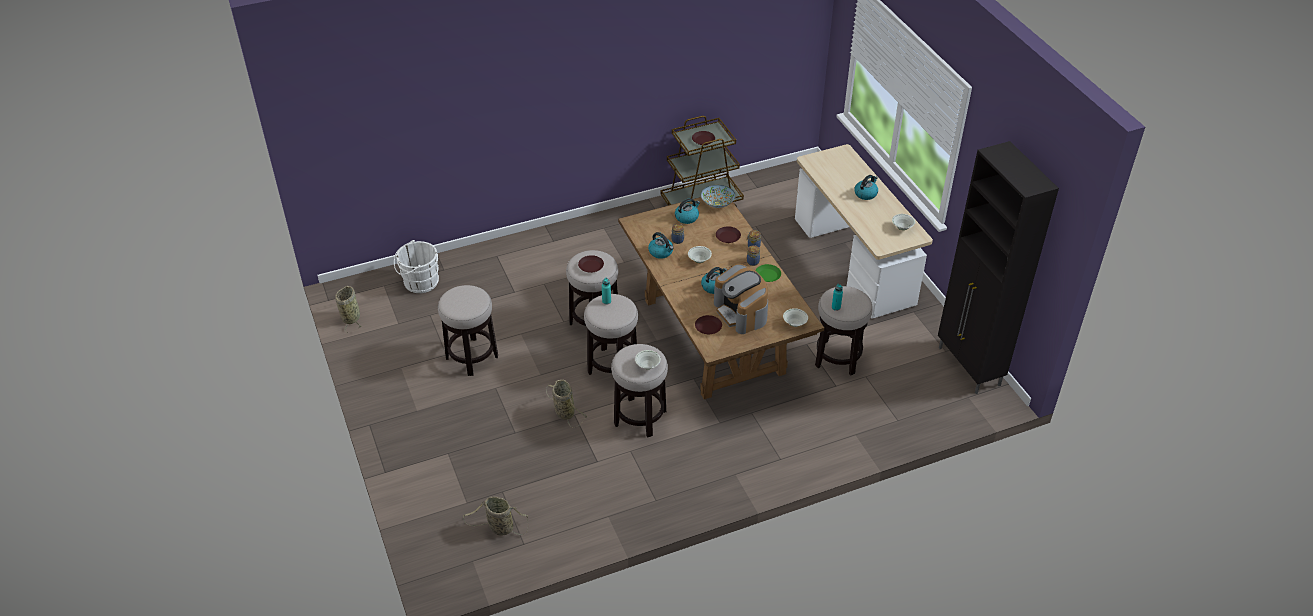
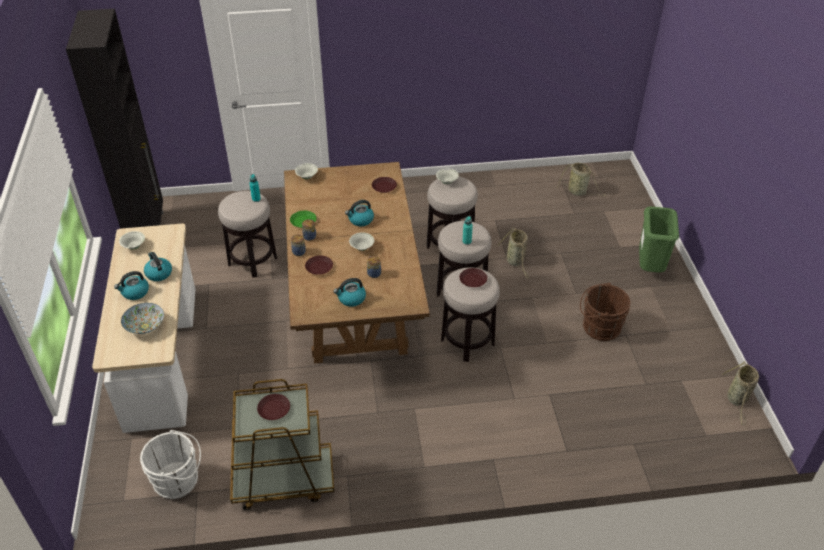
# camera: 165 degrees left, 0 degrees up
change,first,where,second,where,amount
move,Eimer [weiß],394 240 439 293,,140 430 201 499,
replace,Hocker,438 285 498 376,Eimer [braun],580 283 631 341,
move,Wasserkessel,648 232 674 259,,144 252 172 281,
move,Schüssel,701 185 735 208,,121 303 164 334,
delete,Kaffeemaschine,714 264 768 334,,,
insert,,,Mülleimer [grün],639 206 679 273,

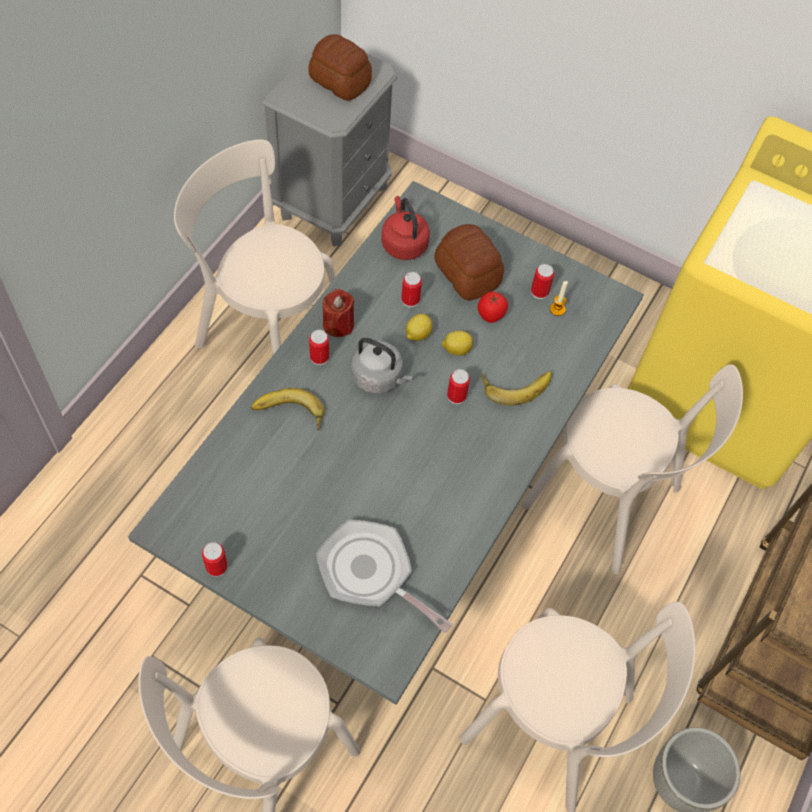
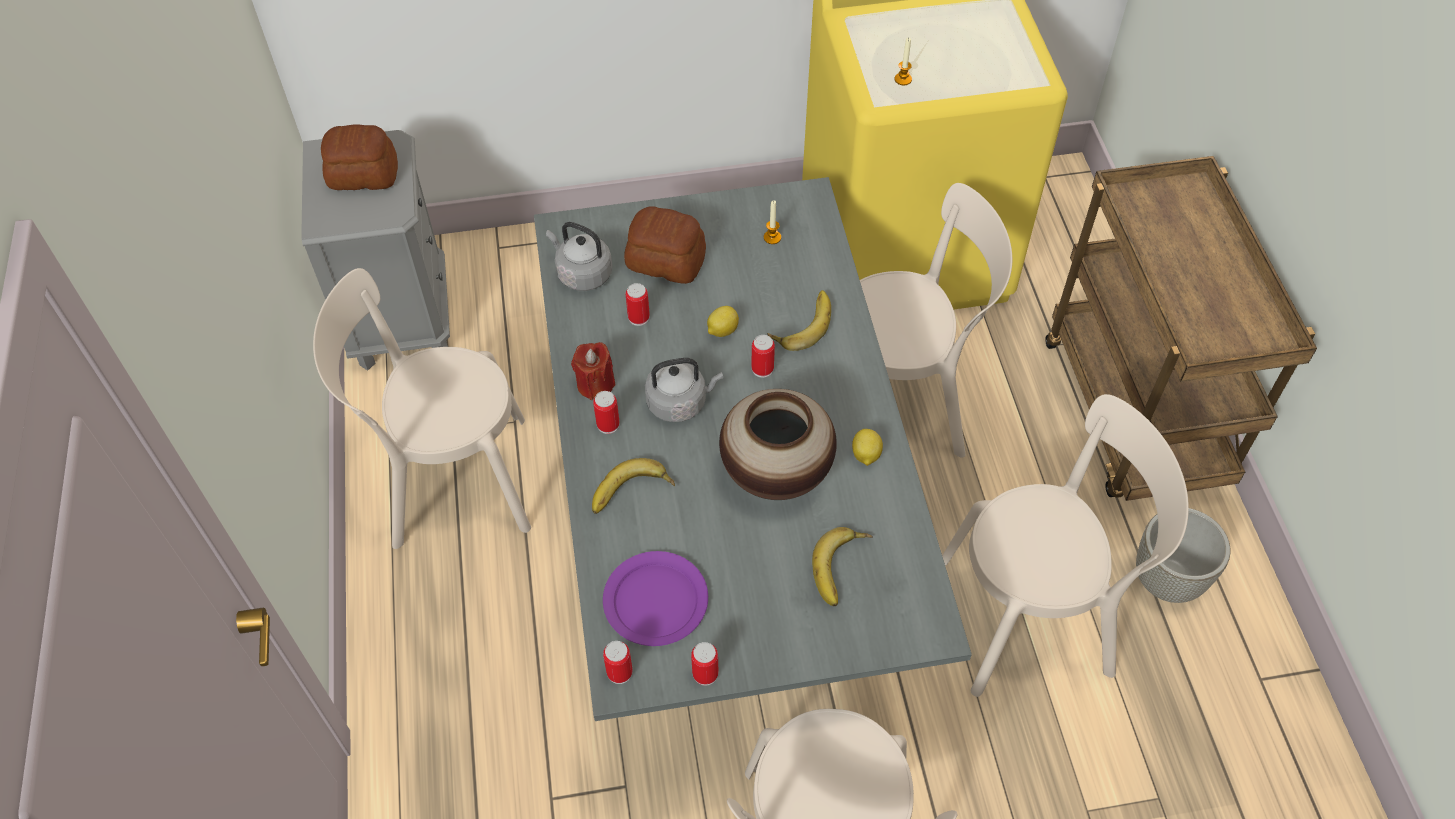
# camera: 35 degrees left, 5 degrees down
change,first,where,second,where,amount
replace,Pfanne,316 519 452 633,Banane,812 527 873 606,
recolor,Wasserkessel [rot],381 196 430 260,Wasserkessel [grau],546 222 612 291,
move,Zitrone,406 314 432 341,,852 429 883 466,
delete,Tomate,478 292 508 323,,,
move,Dose,531 264 554 299,,603 641 633 684,
insert,,,Teller [lila],603 551 708 646,
insert,,,Vase,719 389 837 500,
insert,,,Kerze,894 38 912 85,

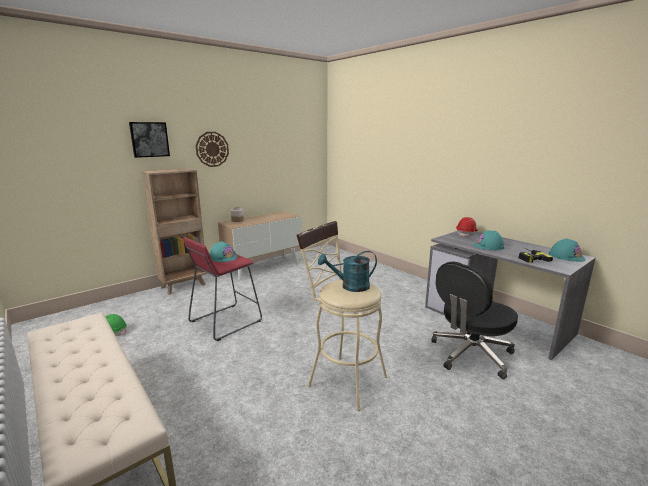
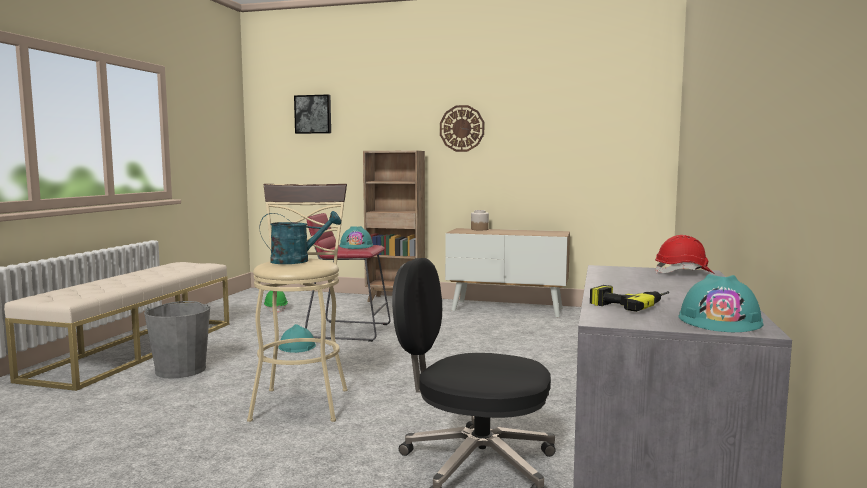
# camera: 55 degrees right, 10 degrees down
change,first,where,second,where,amount
move,Bild,129 122 170 158,,294 94 331 134,
rotate,Gießkanne [türkis],318 251 377 292,,260 211 341 264,120 degrees clockwise
move,Schutzhelm [türkis],473 230 505 250,,279 324 316 353,
insert,,,Eimer [grau],144 301 210 379,

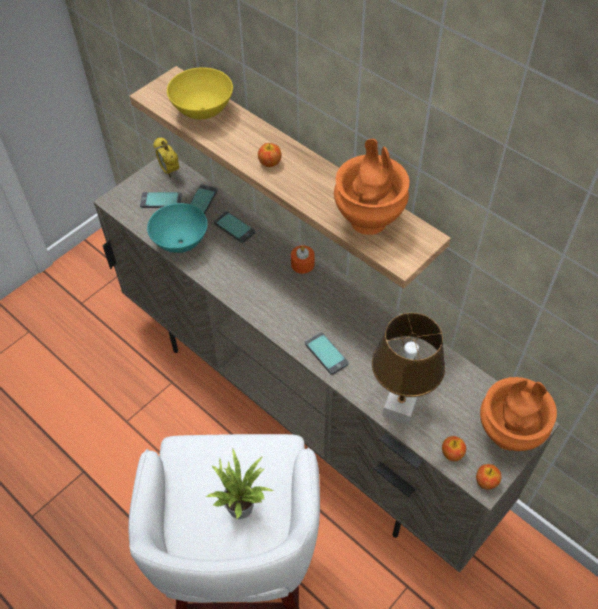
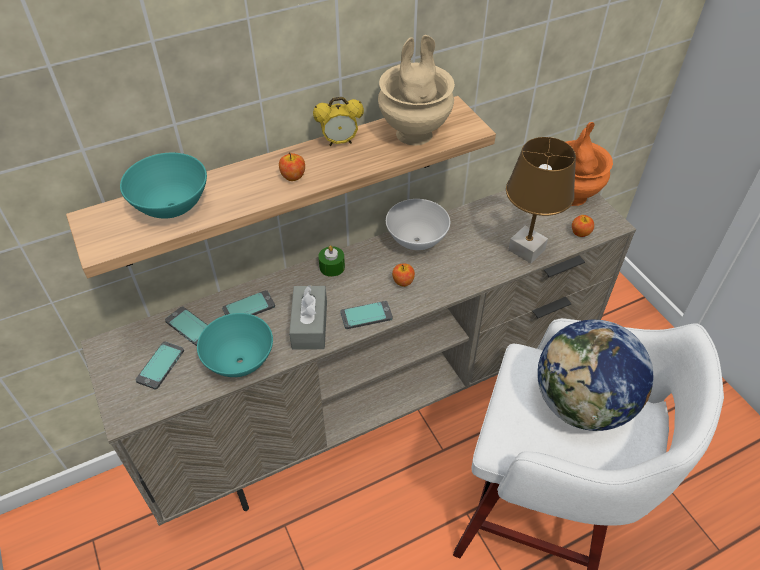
# camera: 70 degrees left, 5 degrees down
change,first,where,second,where,amount
move,Wecker,153 137 179 177,,313 97 364 146,
recolor,Schüssel [gelb],167 67 233 119,Schüssel [türkis],120 153 207 219,
replace,Topfpflanze,206 449 274 519,Globus,537 319 653 431,
recolor,Kerze [orange],291 246 315 274,Kerze [grün],318 245 345 277,
move,Handy,305 332 349 375,,341 301 393 329,
recolor,Vase [orange],334 139 409 235,Vase [beige],378 35 455 146,
move,Apfel,476 464 502 490,,392 264 415 287,
insert,,,Taschentuchbox [grau],289 285 327 350,
insert,,,Schüssel [weiß],386 199 450 250,

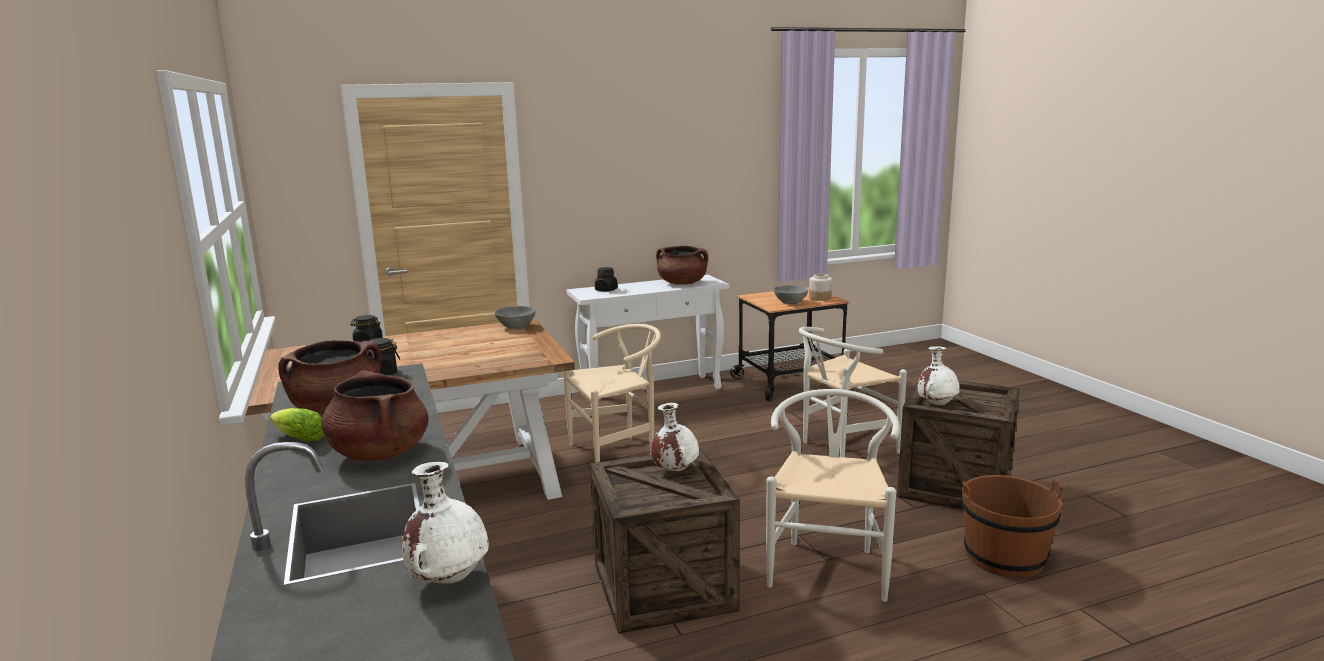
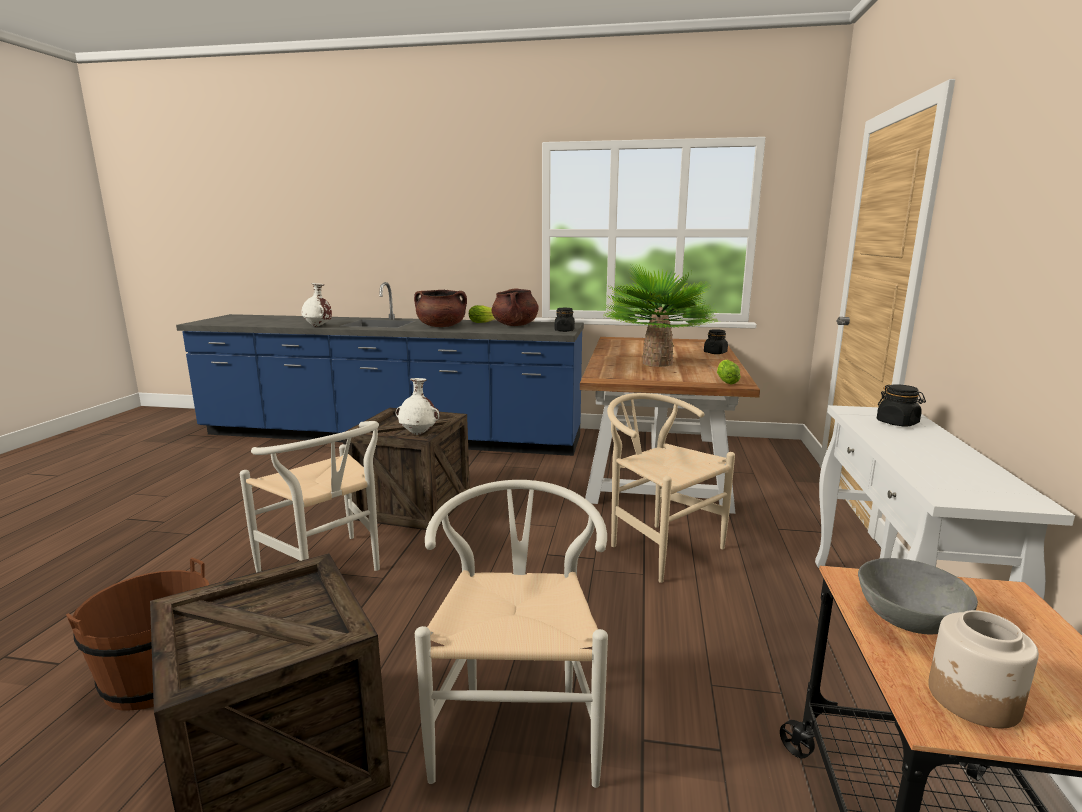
# camera: 120 degrees right, 0 degrees up
change,first,where,second,where,amount
replace,Schüssel [grau],494 306 536 329,Salatkopf,717 360 741 385,
rotate,Stuhl [beige],563 324 661 462,,607 393 735 583,135 degrees clockwise
delete,Kochtopf [braun],656 246 708 285,,,
delete,Vase [weiß],917 346 960 406,,,
insert,,,Topfpflanze,604 265 717 367,

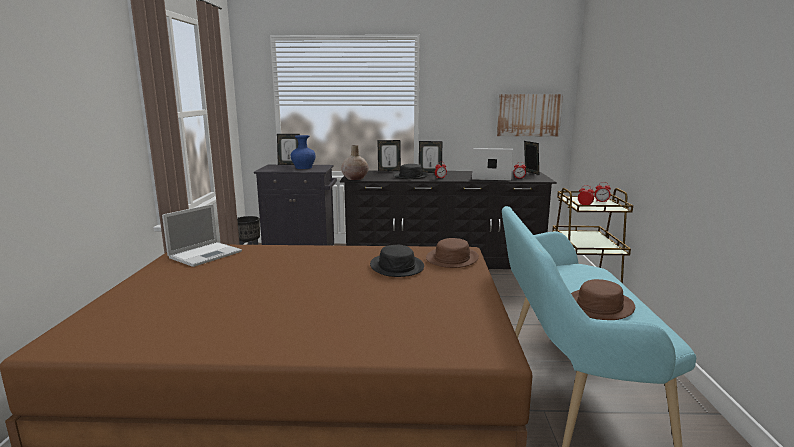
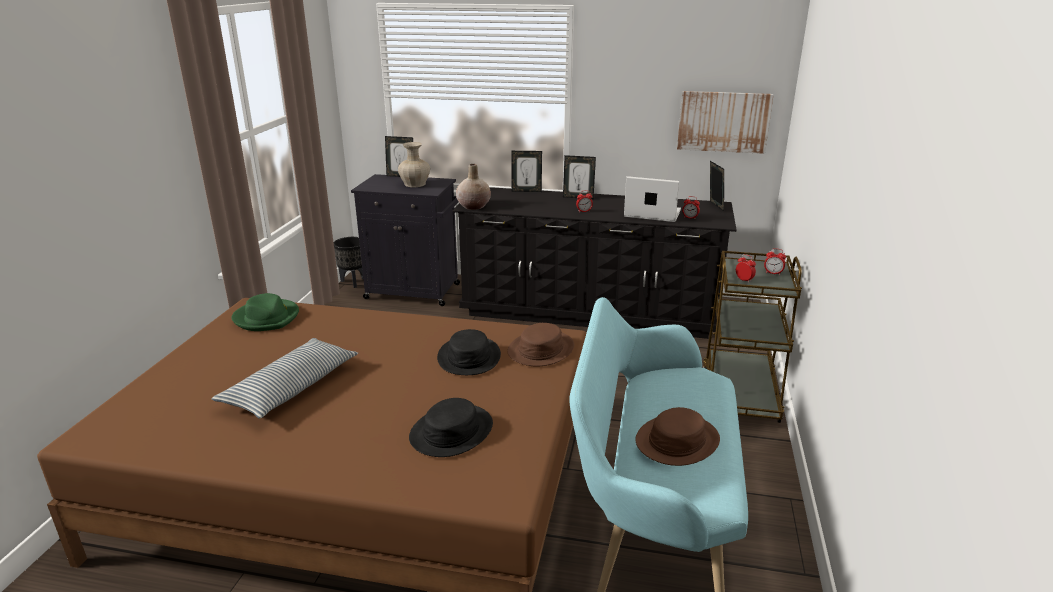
# camera: 10 degrees right, 10 degrees up
change,first,where,second,where,amount
replace,Laptop,162 204 242 267,Hut [grün],231 293 299 331,
recolor,Vase [blau],291 135 316 169,Vase [beige],398 142 430 187,
move,Hut [schwarz],393 164 429 179,,409 398 493 457,
insert,,,Kissen,212 338 358 419,

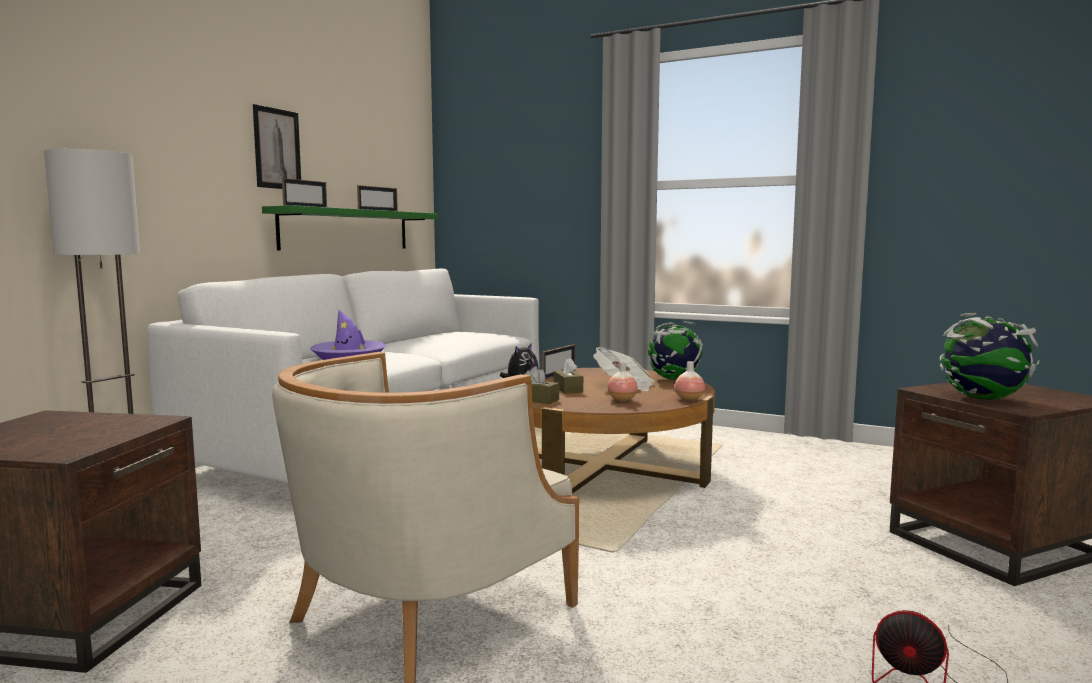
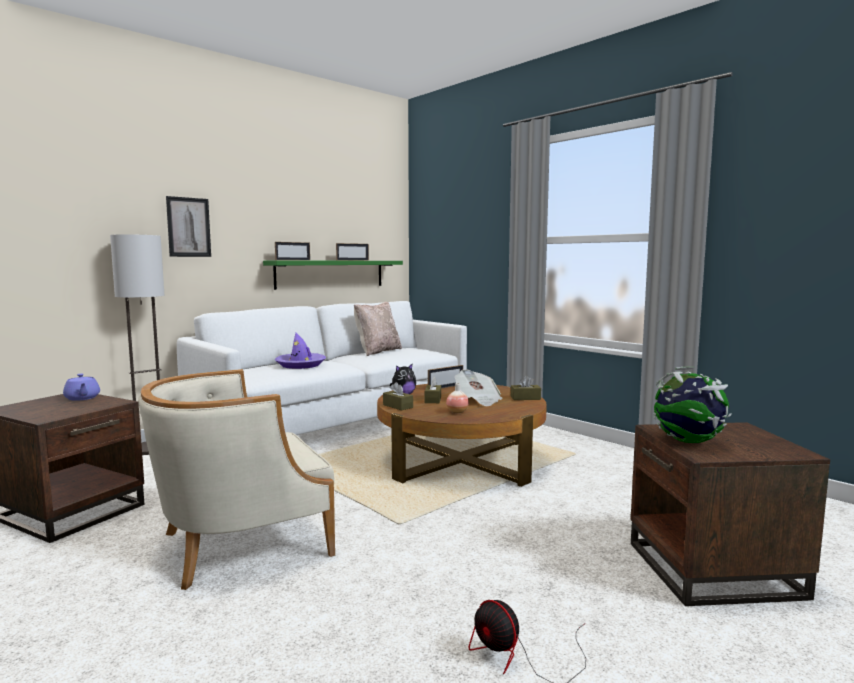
# camera: 20 degrees right, 0 degrees up
change,first,where,second,where,amount
move,Bild,253 104 301 189,,166 196 211 257,
replace,Globus,648 321 703 380,Taschentuchbox [braun],511 375 541 400,
delete,Vase,675 361 705 401,,,
insert,,,Teekanne [lila],63 374 100 401,
insert,,,Kissen [beige],354 302 402 356,

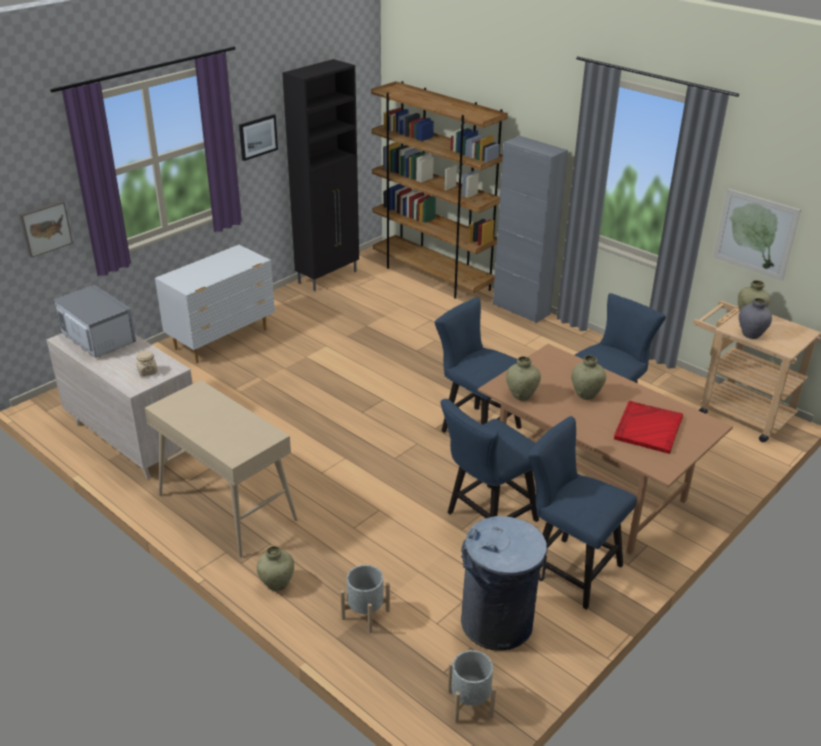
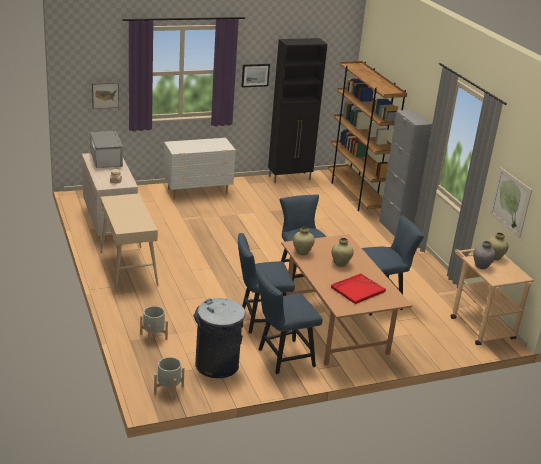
# camera: 25 degrees right, 5 degrees down
change,first,where,second,where,amount
delete,Vase [beige],257 546 294 591,,,
rotate,Stuhl [blau],528 416 637 610,,257 269 323 374,90 degrees counterclockwise

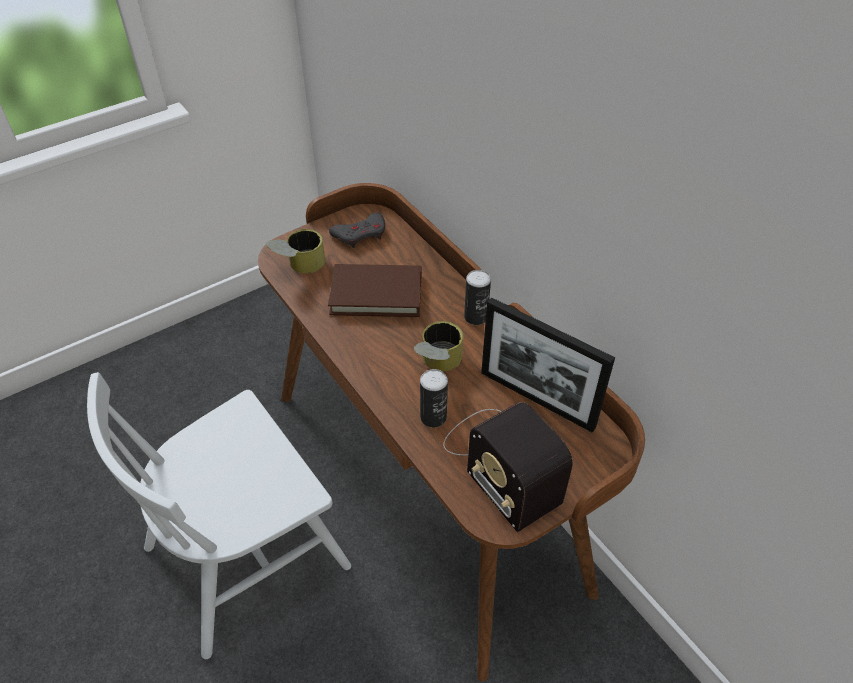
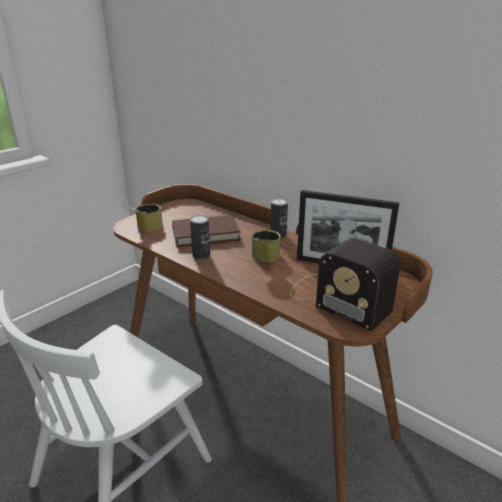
# camera: 15 degrees left, 20 degrees down
change,first,where,second,where,amount
delete,Gamepad [grau],329 212 385 248,,,
move,Dose,420 369 448 428,,190 215 210 260,

